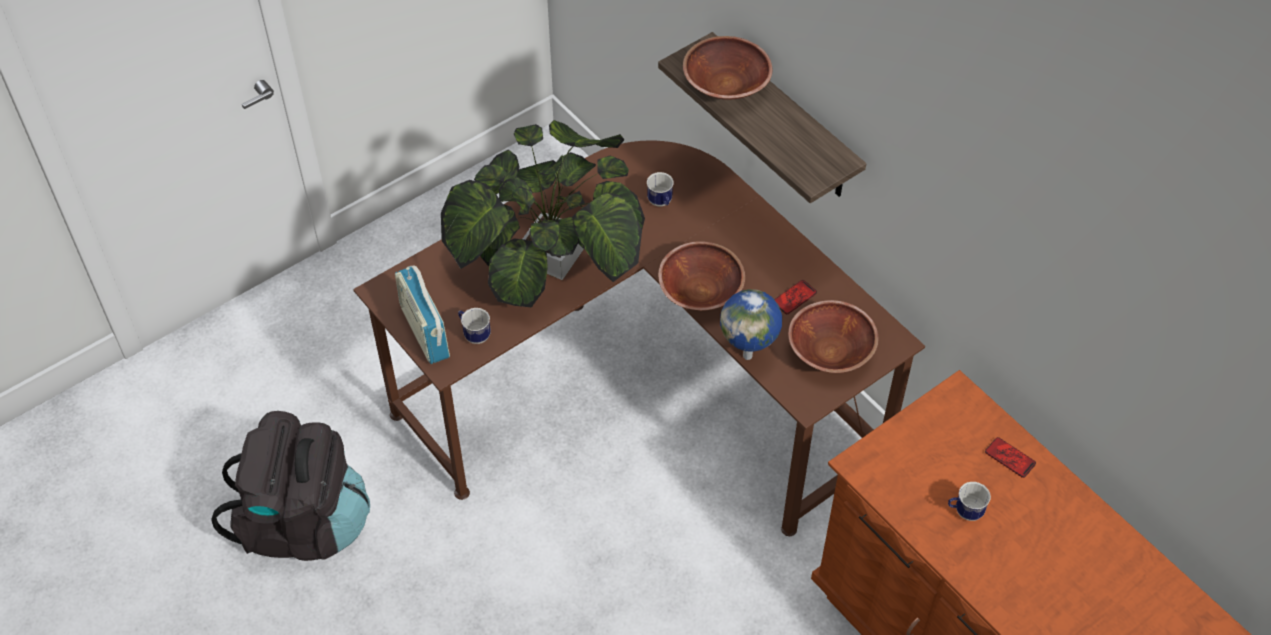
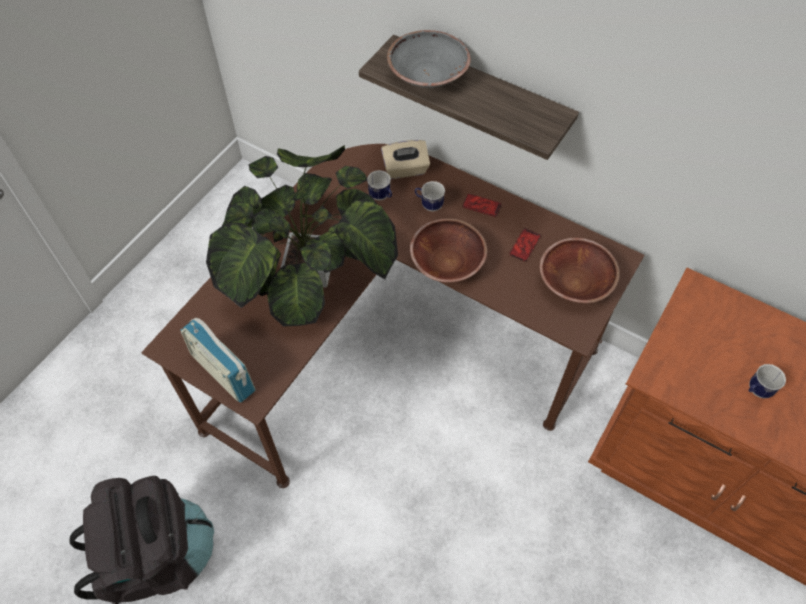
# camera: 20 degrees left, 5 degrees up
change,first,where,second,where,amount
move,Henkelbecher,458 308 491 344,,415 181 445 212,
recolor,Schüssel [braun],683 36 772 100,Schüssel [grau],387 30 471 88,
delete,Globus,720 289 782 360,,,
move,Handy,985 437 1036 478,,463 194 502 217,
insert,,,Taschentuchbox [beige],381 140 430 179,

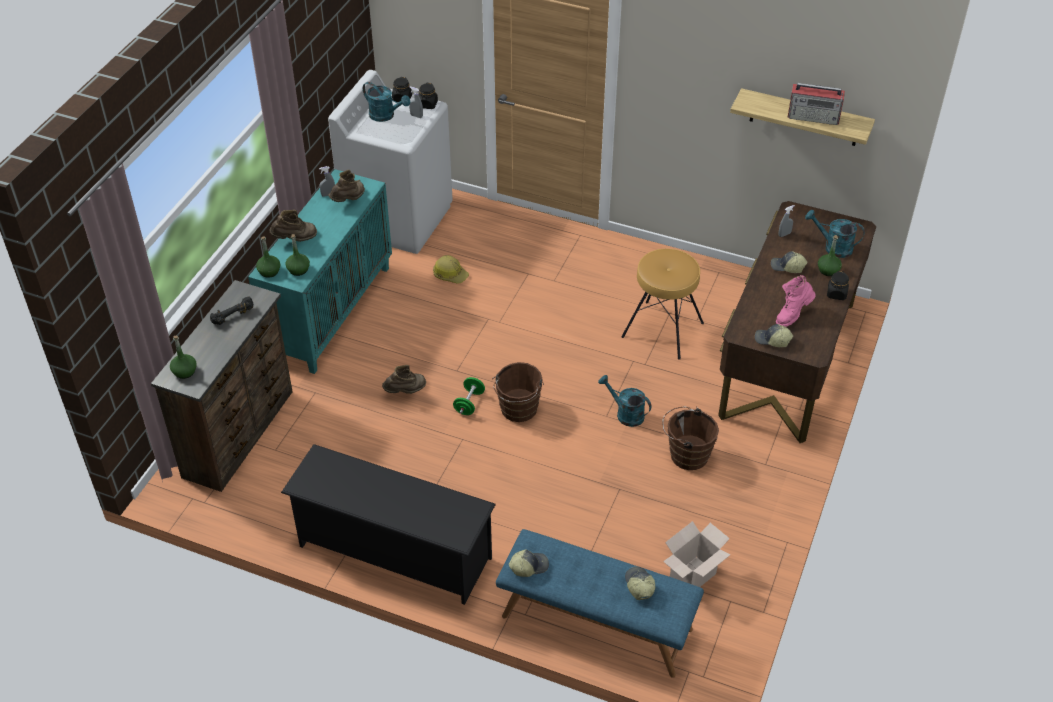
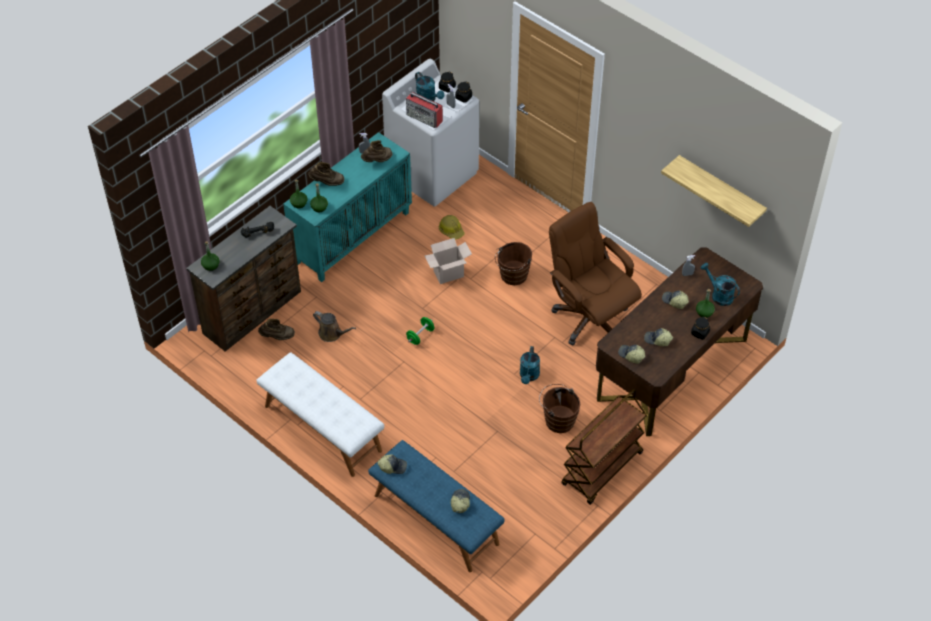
# camera: 20 degrees right, 5 degrees up
change,first,where,second,where,amount
replace,Schuhregal [schwarz],281 444 496 605,Bank [weiß],257 352 384 477,
move,Stiefel [braun],382 365 426 394,,258 319 295 340,
move,Eimer [braun],492 362 544 422,,495 242 532 285,
rotate,Gießkanne [türkis],598 375 652 427,,520 346 540 384,135 degrees counterclockwise
replace,Hocker [braun],621 249 704 360,Bürostuhl [braun],549 202 642 345,
move,Karton,663 521 730 587,,425 238 472 284,
replace,Stiefel [rosa],776 275 816 327,Kappe,644 328 673 346,
move,Radio,787 83 845 125,,406 92 443 128,
insert,,,Gießkanne [braun],313 311 356 342,
insert,,,Rollwagen [braun],562 389 647 505,

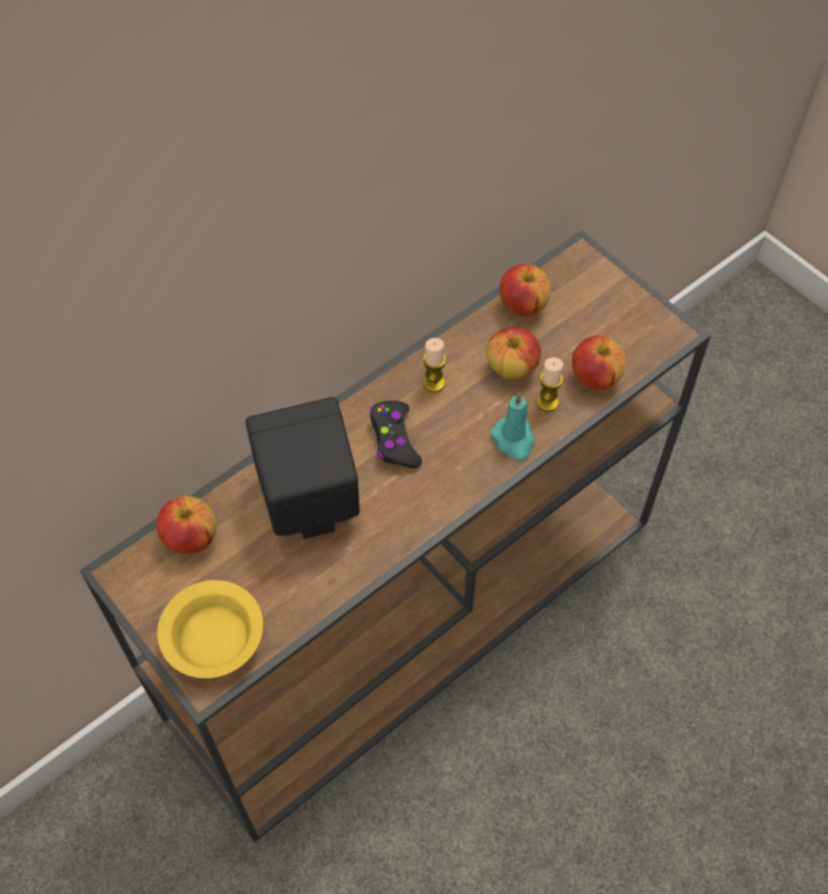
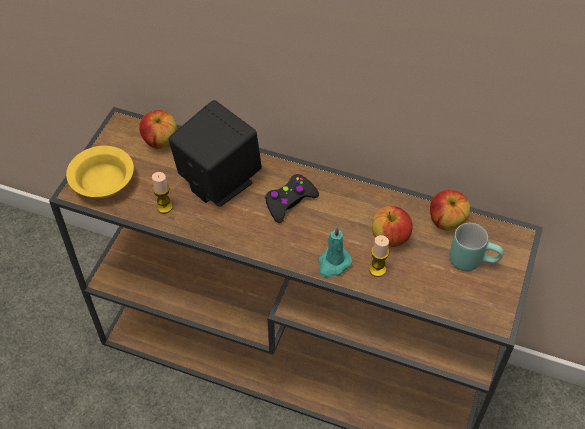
# camera: 60 degrees right, 5 degrees down
change,first,where,second,where,amount
move,Kerze,423 338 446 392,,152 172 173 214,
delete,Apfel,572 335 626 390,,,
insert,,,Henkelbecher [türkis],449 223 504 271,

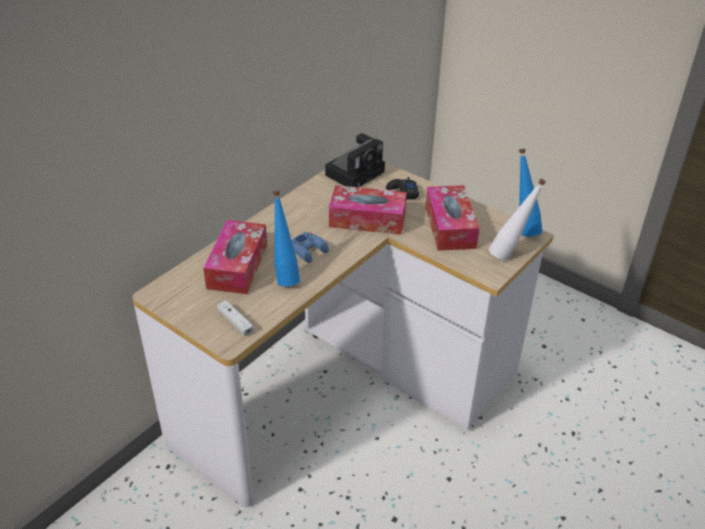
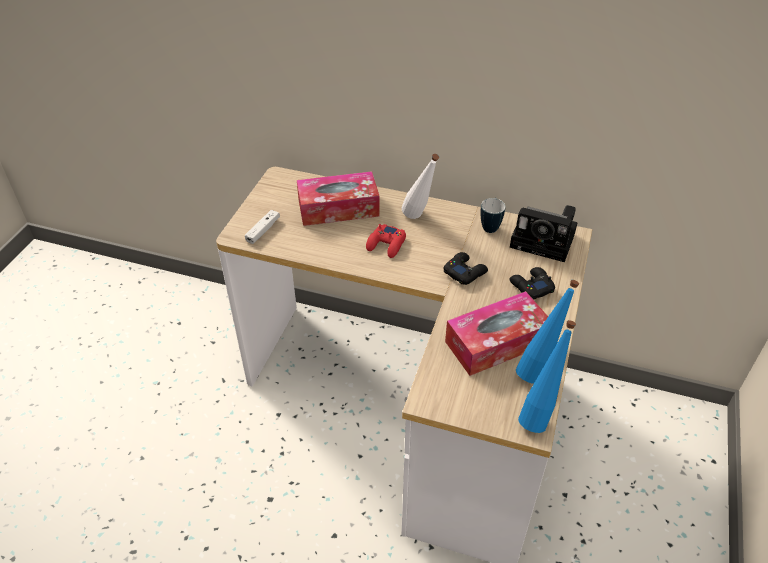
# camera: 70 degrees right, 5 degrees up
change,first,where,second,where,amount
move,Flasche [blau],273 191 300 286,,516 280 579 384,
recolor,Gamepad [blau],292 232 329 263,Gamepad [rot],366 224 406 258,
replace,Taschentuchbox,329 185 407 235,Gamepad [schwarz],444 252 488 285,
move,Flasche [weiß],489 179 546 260,,402 154 439 219,
insert,,,Henkelbecher,481 198 505 233,

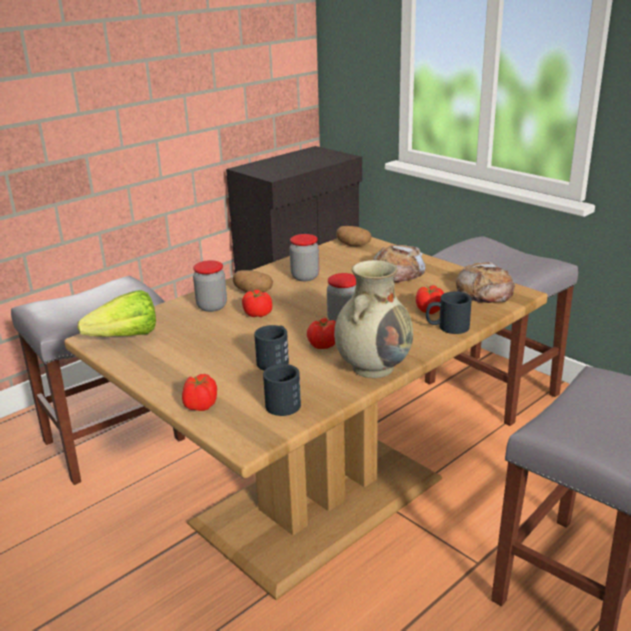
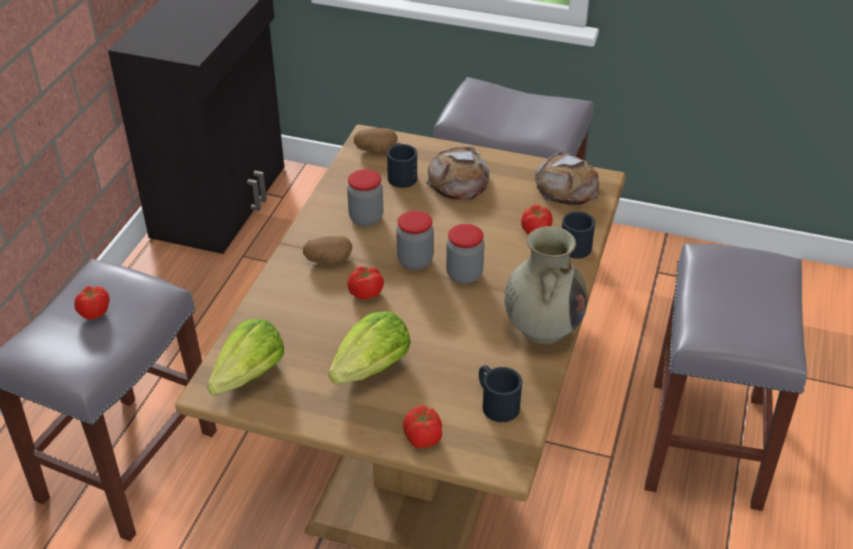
# camera: 30 degrees left, 15 degrees up
change,first,where,second,where,amount
move,Vorratsglas,193 260 227 312,,396 210 434 270,
move,Henkelbecher [schwarz],254 325 289 371,,387 143 417 188,
move,Tomate,307 318 336 349,,74 286 110 320,
insert,,,Salatkopf,328 311 411 385,

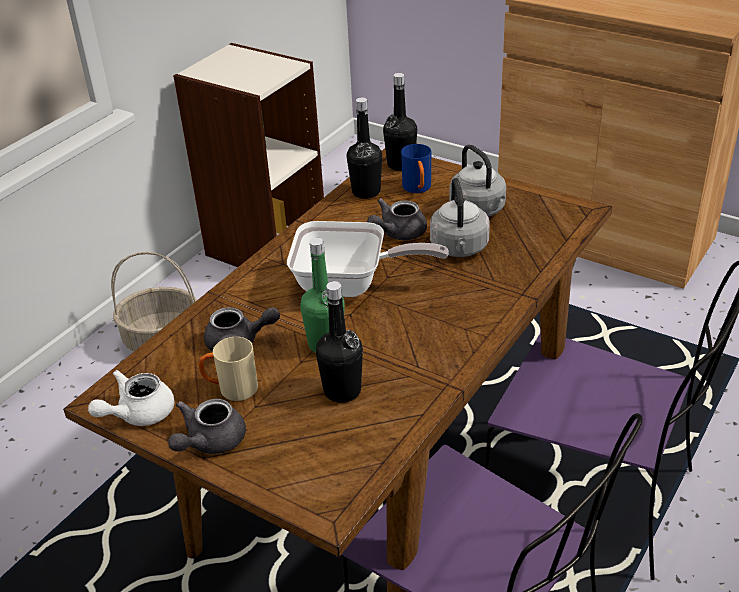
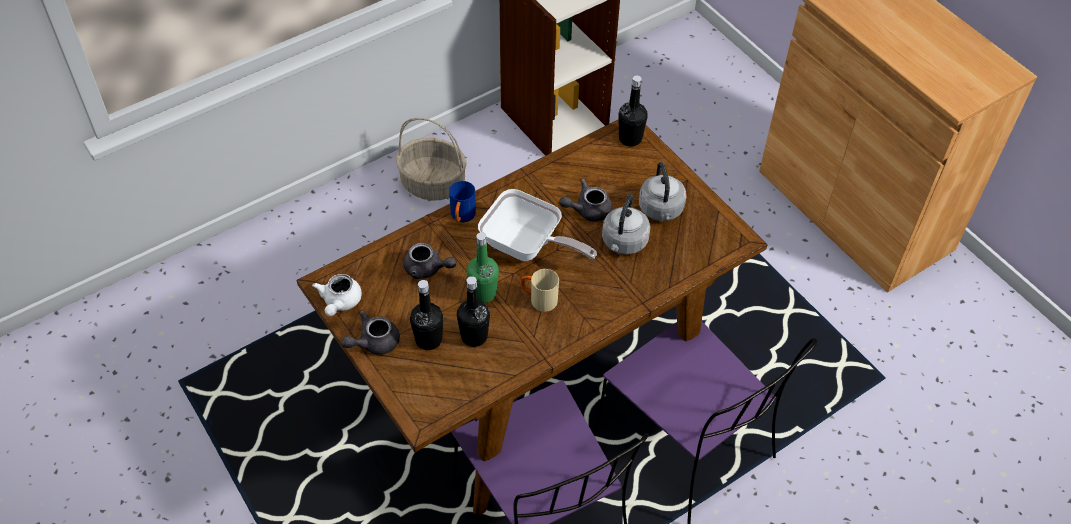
# camera: 20 degrees right, 15 degrees up
change,first,where,second,where,amount
rotate,Teekanne [weiß],88 370 174 426,,312 274 362 316,60 degrees counterclockwise
move,Henkelbecher [beige],198 337 258 401,,521 269 559 312,
move,Flasche [schwarz],347 98 382 199,,410 280 443 350,
move,Henkelbecher [blau],401 144 431 193,,449 181 476 222,

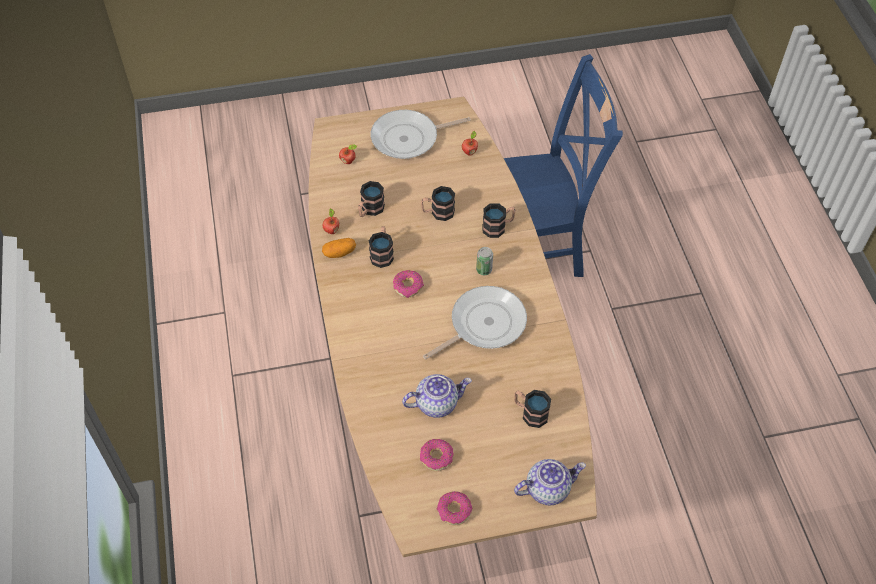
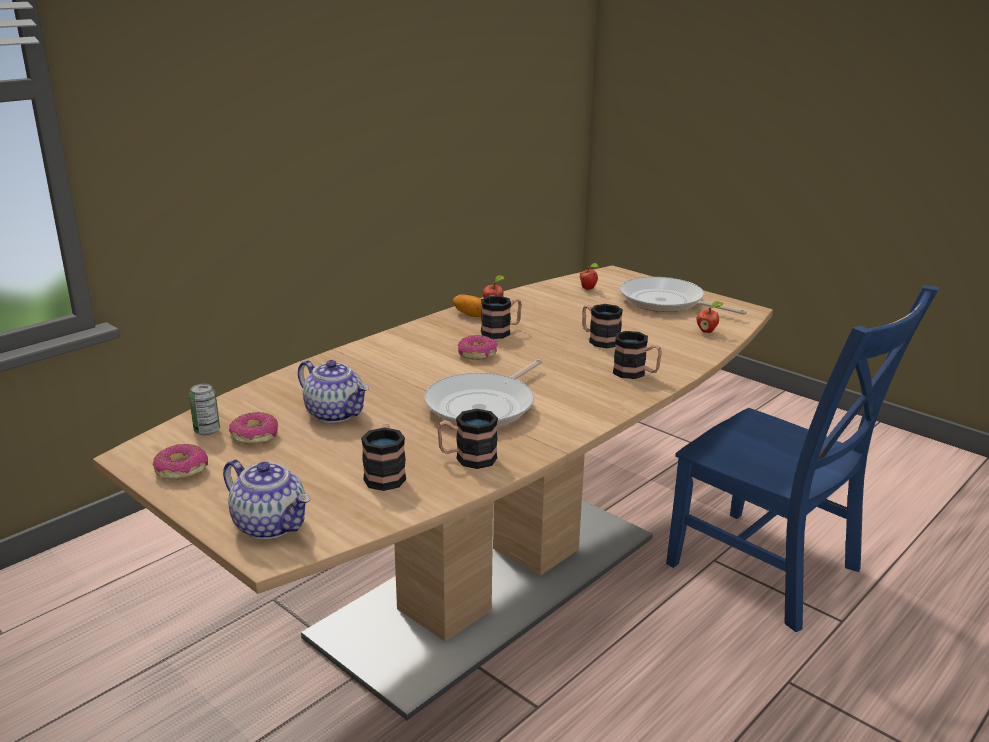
# camera: 55 degrees right, 30 degrees down
change,first,where,second,where,amount
move,Henkelbecher,358 181 385 217,,437 409 498 469,
rotate,Pfanne,423 286 527 360,,424 359 543 427,105 degrees clockwise
move,Dose,476 247 493 275,,189 383 220 435,

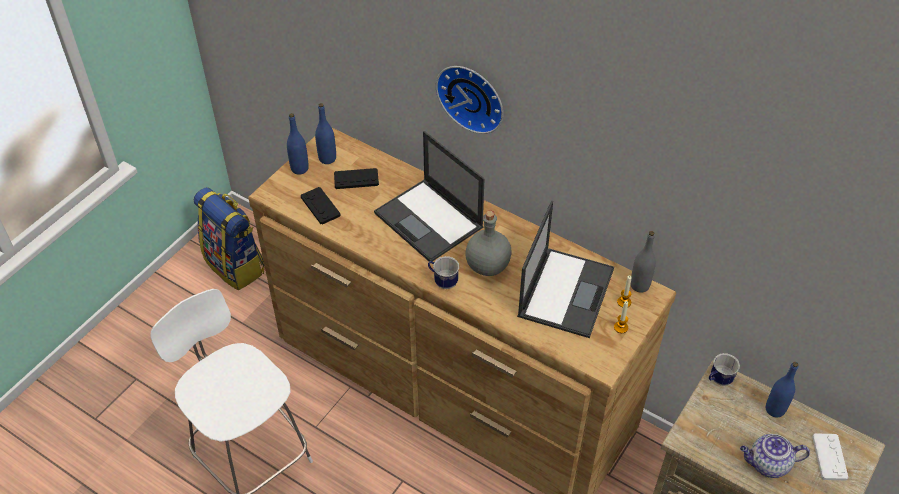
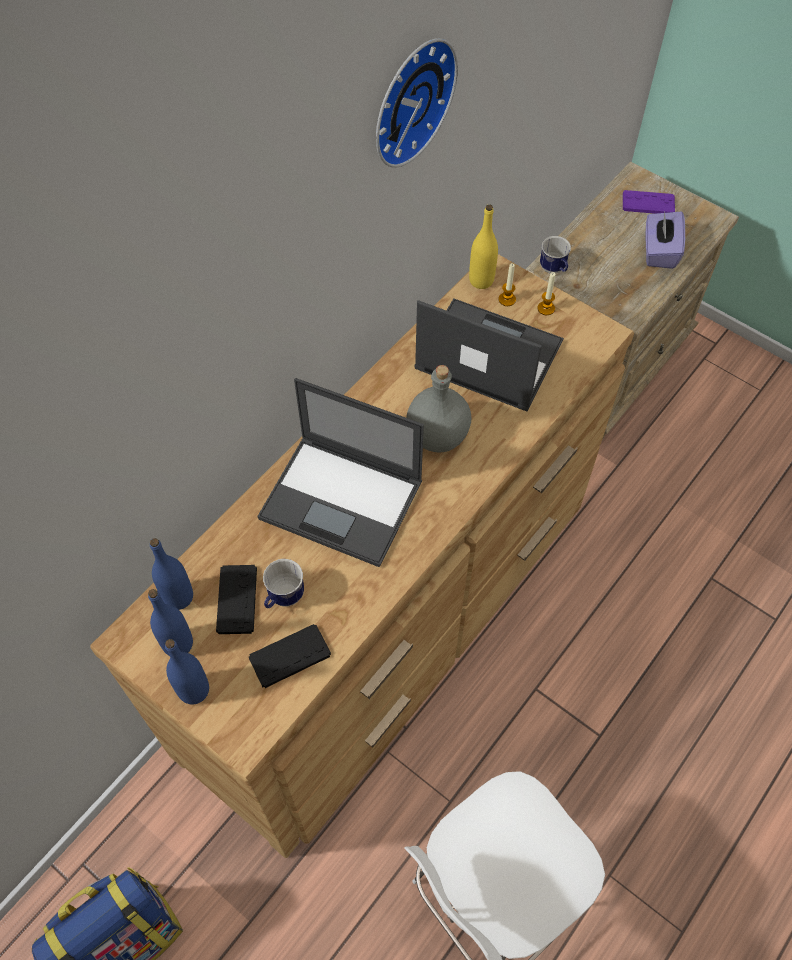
# camera: 85 degrees left, 10 degrees up
change,first,where,second,where,amount
rotate,Laptop,374 131 485 261,,257 378 424 567,60 degrees clockwise
move,Henkelbecher,428 256 459 289,,263 559 304 609,
move,Wanduhr,436 66 503 134,,376 38 458 168,
recolor,Flasche [grau],631 231 656 293,Flasche [gelb],469 205 498 289,
replace,Teekanne,740 434 810 478,Taschentuchbox [lila],646 210 685 269,
move,Flasche [blau],766 362 798 417,,150 538 193 610,
recolor,Gamepad [weiß],812 433 849 480,Gamepad [lila],623 190 675 214,

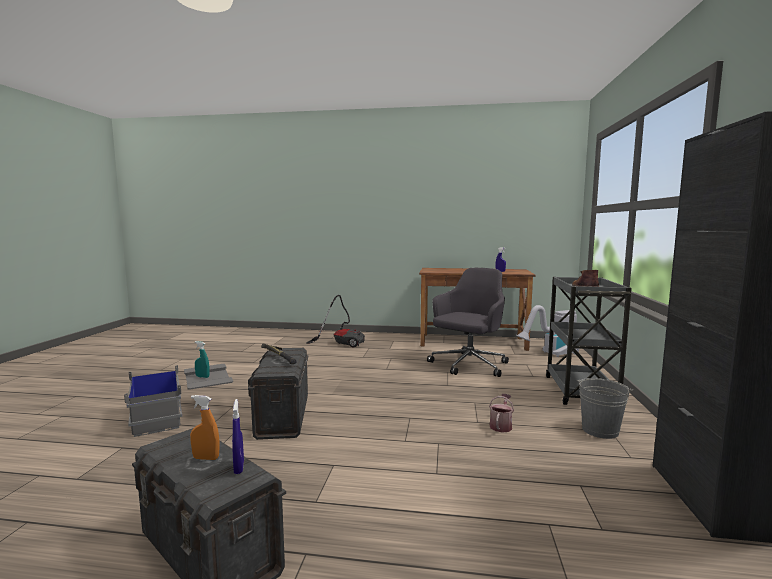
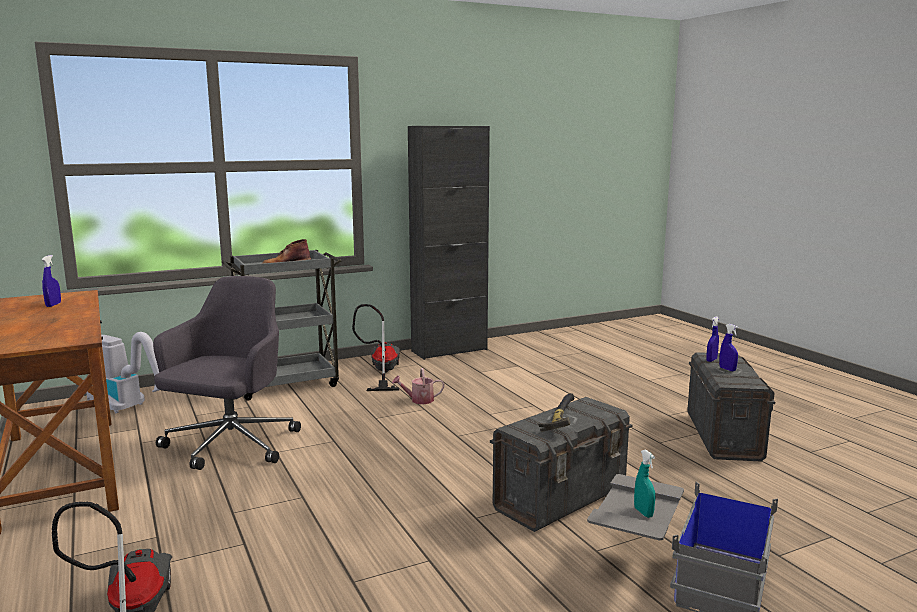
# camera: 125 degrees left, 5 degrees up
change,first,where,second,where,amount
recolor,Sprühflasche [orange],190 395 220 460,Sprühflasche [blau],719 324 739 371,
rotate,Bürostuhl [grau],427 268 509 377,,153 276 301 470,105 degrees clockwise
replace,Eimer [grau],577 378 633 439,Staubsauger,352 304 400 391,

